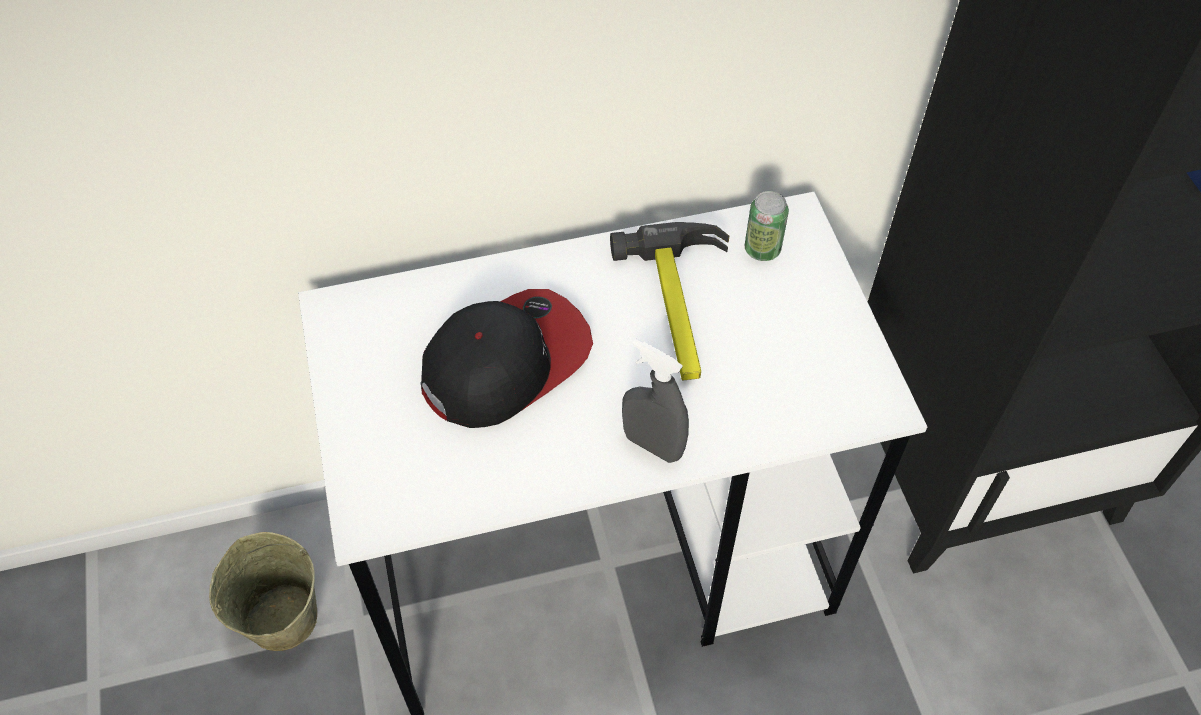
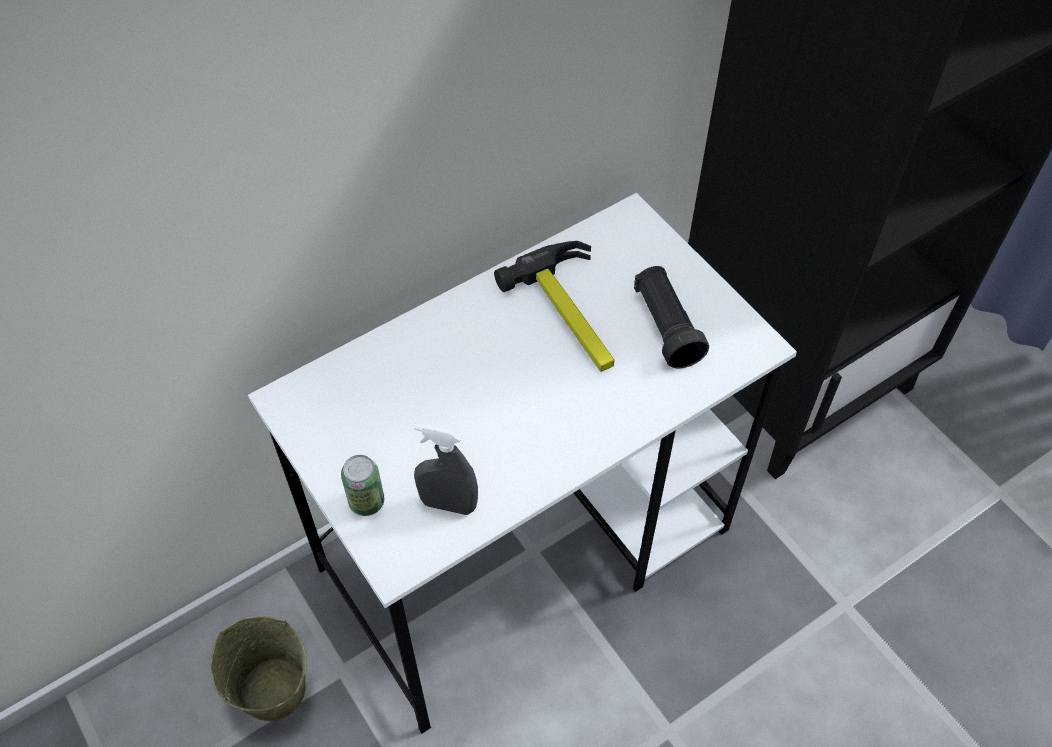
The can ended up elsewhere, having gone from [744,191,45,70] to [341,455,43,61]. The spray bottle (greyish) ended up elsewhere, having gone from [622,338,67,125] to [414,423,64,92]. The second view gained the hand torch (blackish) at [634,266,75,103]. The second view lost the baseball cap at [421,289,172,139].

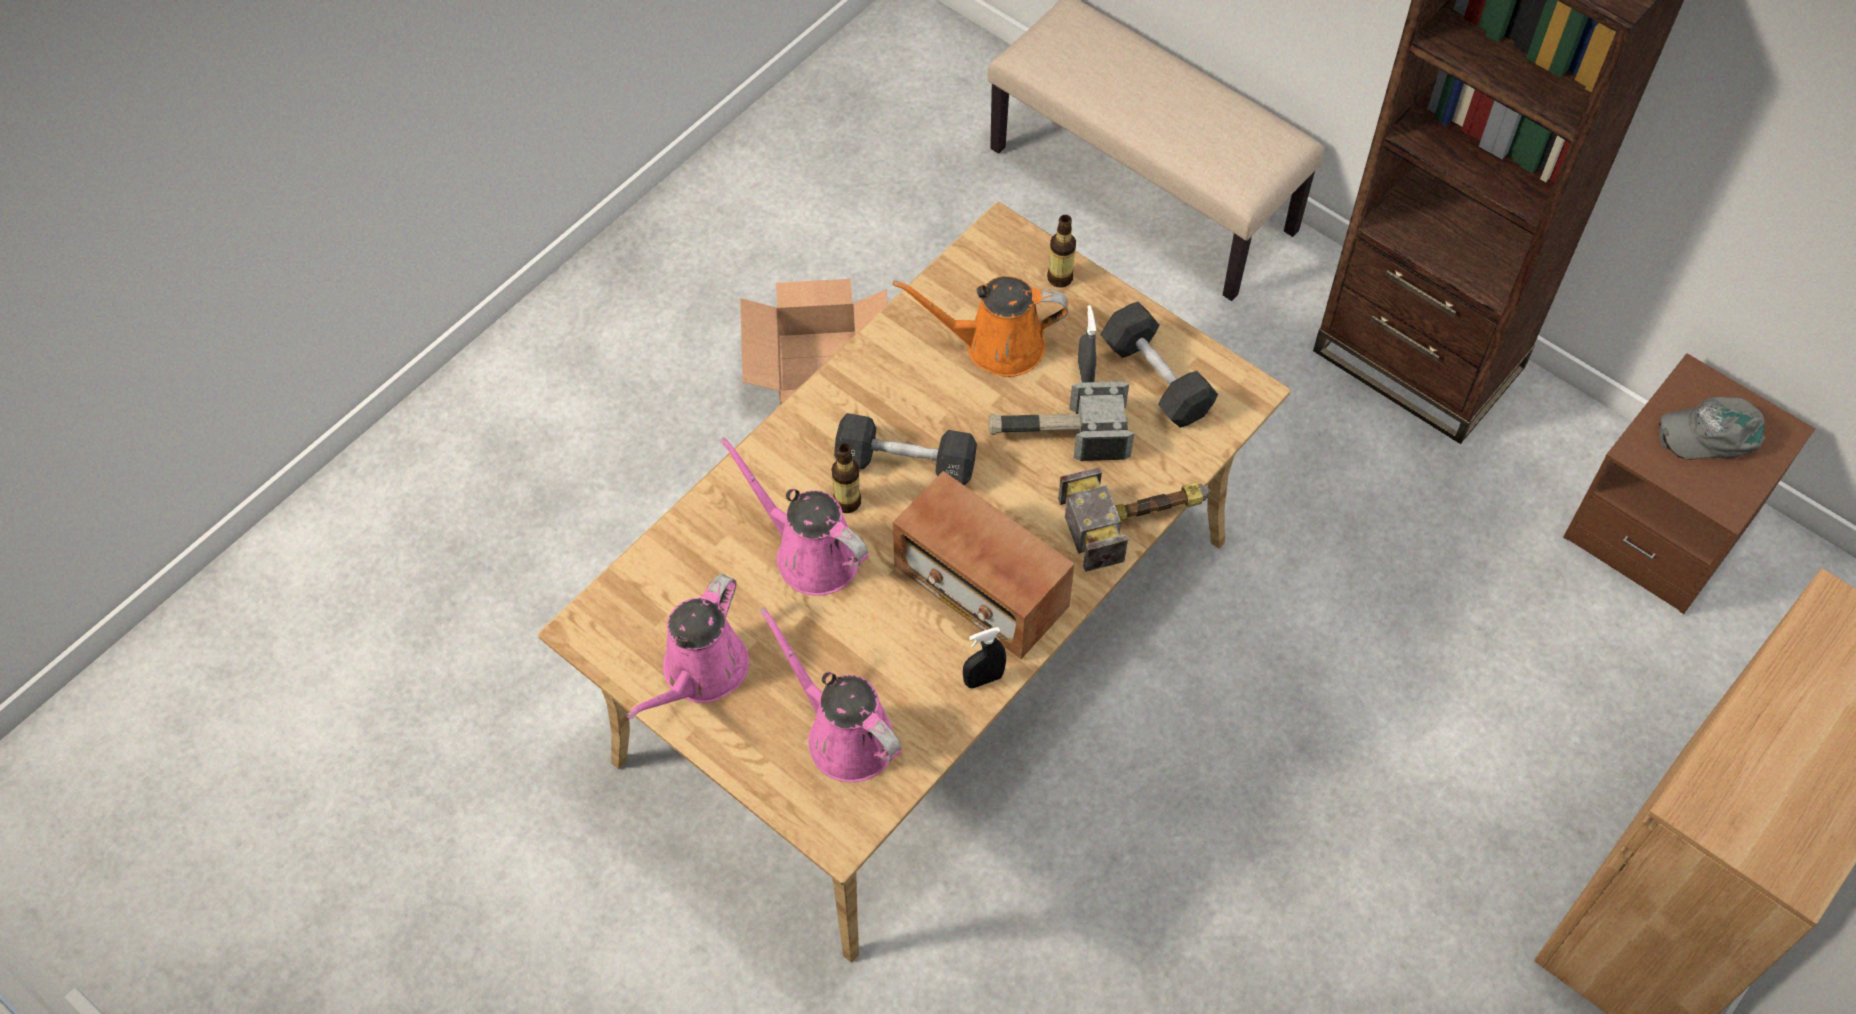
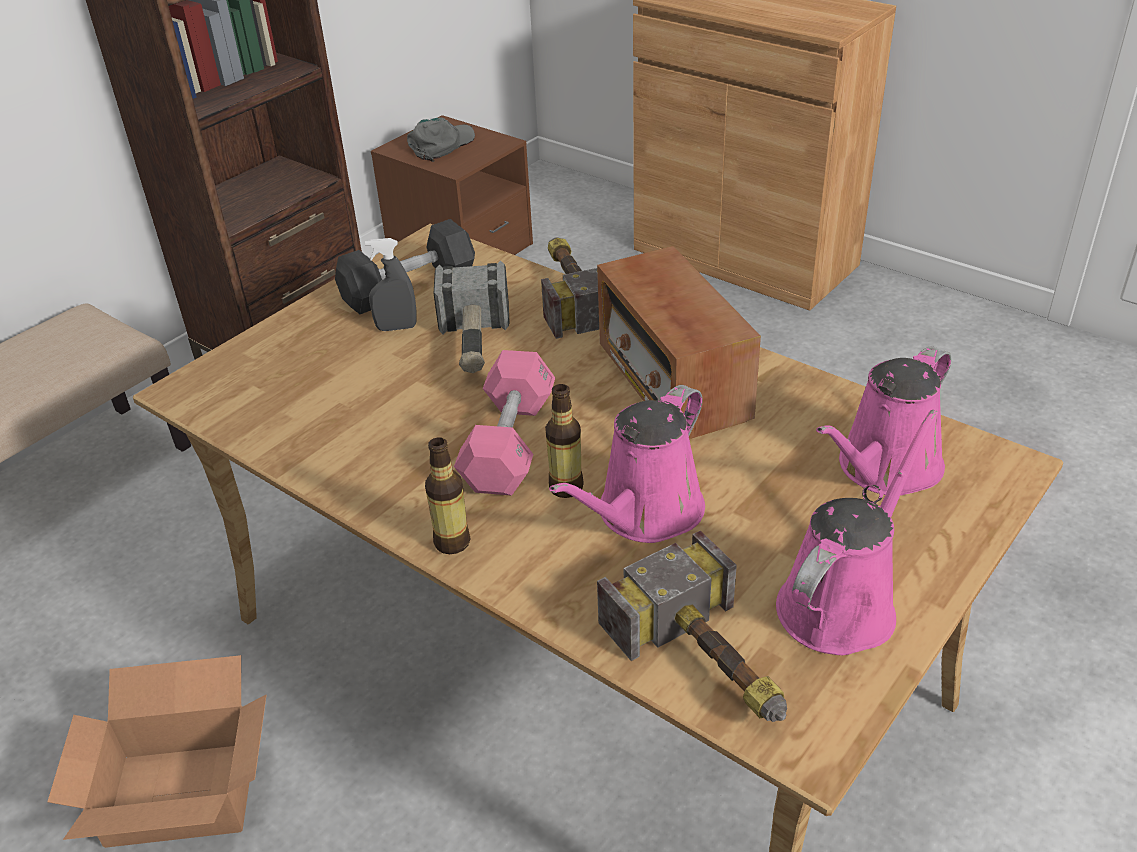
The baseball cap (greyish) at [1659,397,106,63] ended up facing another way, 135 degrees counterclockwise from before. The bottle ended up elsewhere, having gone from [1047,215,29,73] to [425,437,45,117]. What was the free weight (blackish) at [834,413,143,73] turned into the free weight (pinkish) at [454,350,101,146]. The radio receiver at [893,471,181,188] ended up facing another way, 120 degrees clockwise from before. The second view gained the hand hammer at [597,531,190,191]. The sprinkling can (pinkish) at [627,574,122,145] ended up facing another way, 75 degrees counterclockwise from before. The second view lost the sprinkling can (orangey) at [893,276,175,101]. The second view lost the spray bottle (blackish) at [963,627,43,61].

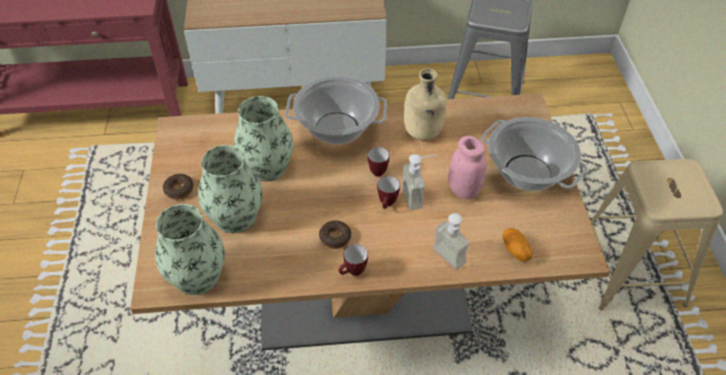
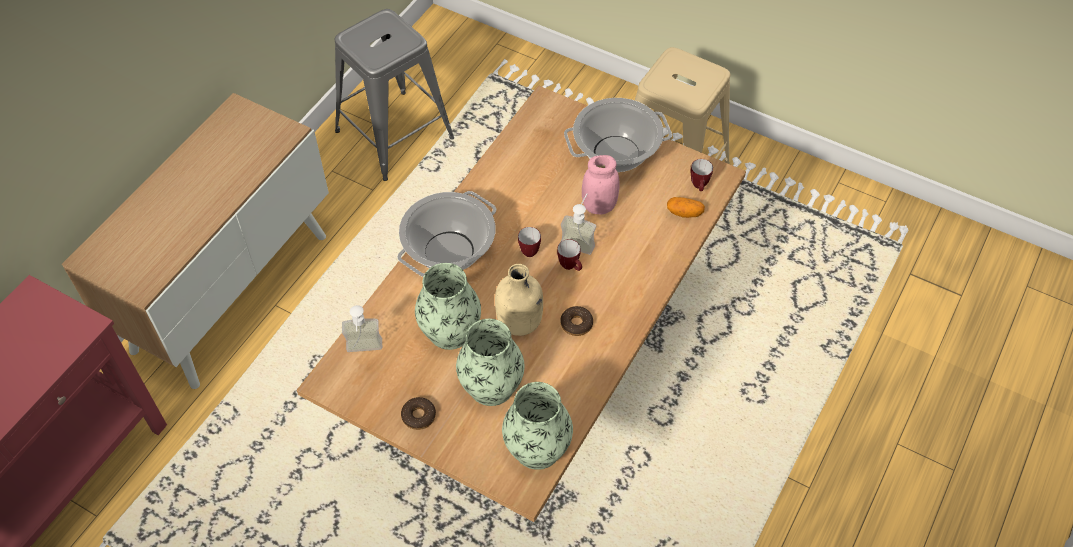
The soap dispenser ended up elsewhere, having gone from [433,213,37,57] to [342,305,40,47]. The bottle (beige) ended up elsewhere, having gone from [404,69,42,71] to [495,264,48,72]. The tea mug ended up elsewhere, having gone from [339,244,29,32] to [691,159,22,32].

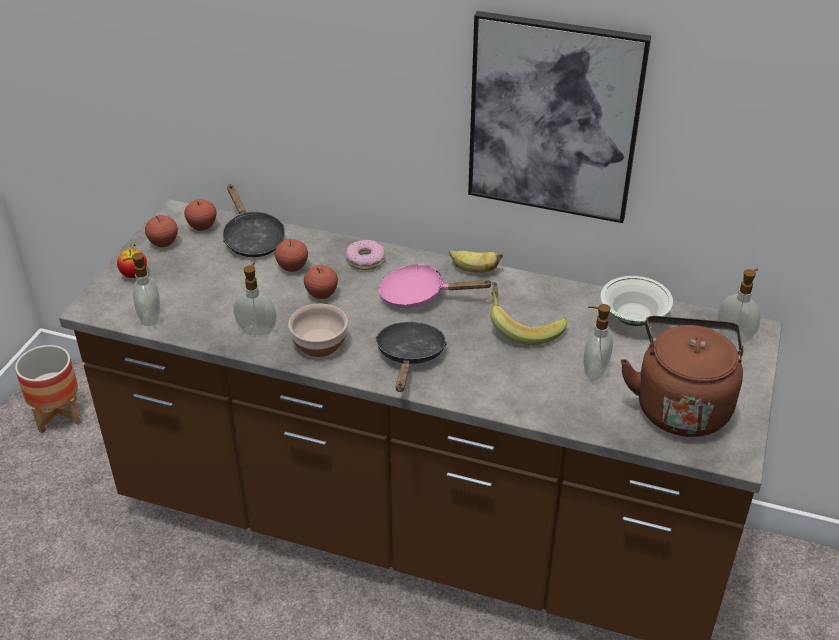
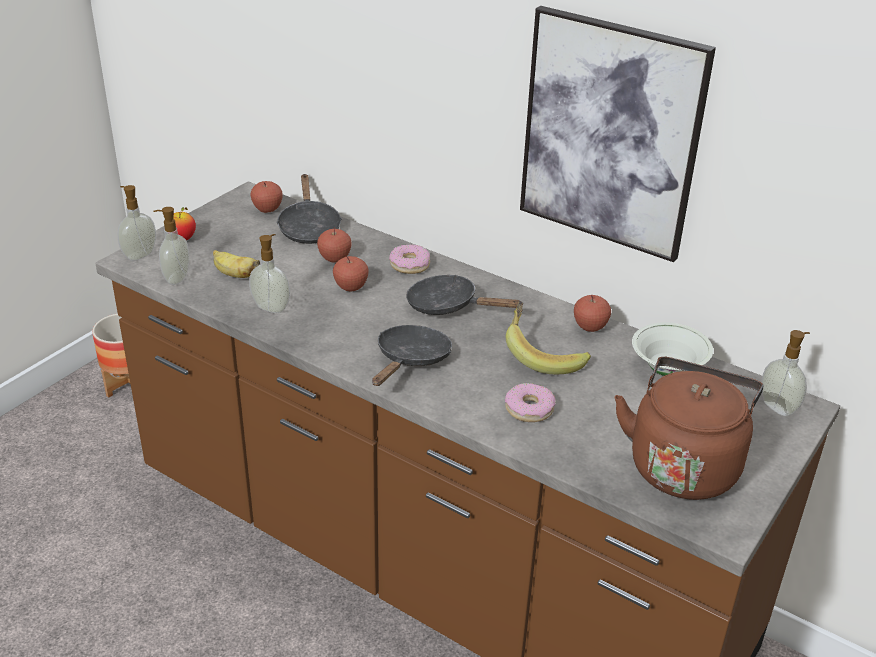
The soap dispenser ended up elsewhere, having gone from [583,304,30,76] to [117,185,39,76]. The banana fruit ended up elsewhere, having gone from [449,250,54,23] to [213,250,47,28]. What was the pan (pinkish) at [379,264,114,44] turned into the pan (blackish) at [406,275,114,40]. The second view gained the donut at [505,383,51,39]. The apple ended up elsewhere, having gone from [145,215,33,32] to [574,295,37,37]. The second view lost the serving bowl at [288,304,60,53].

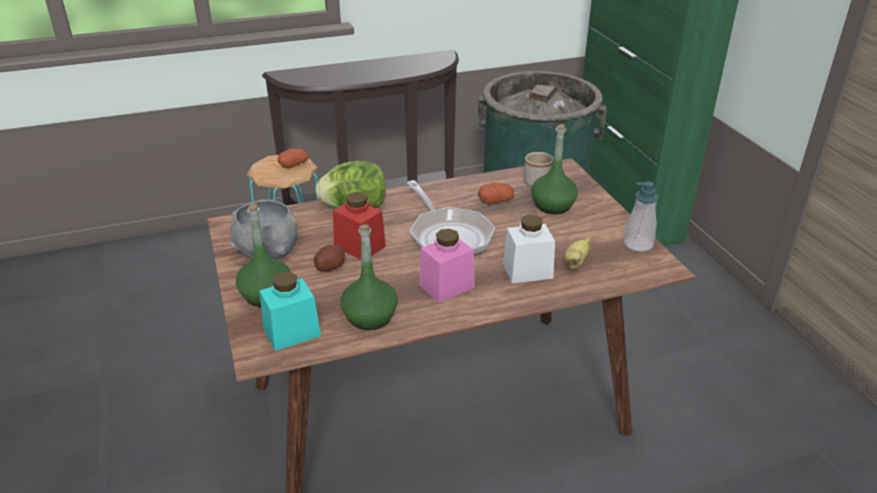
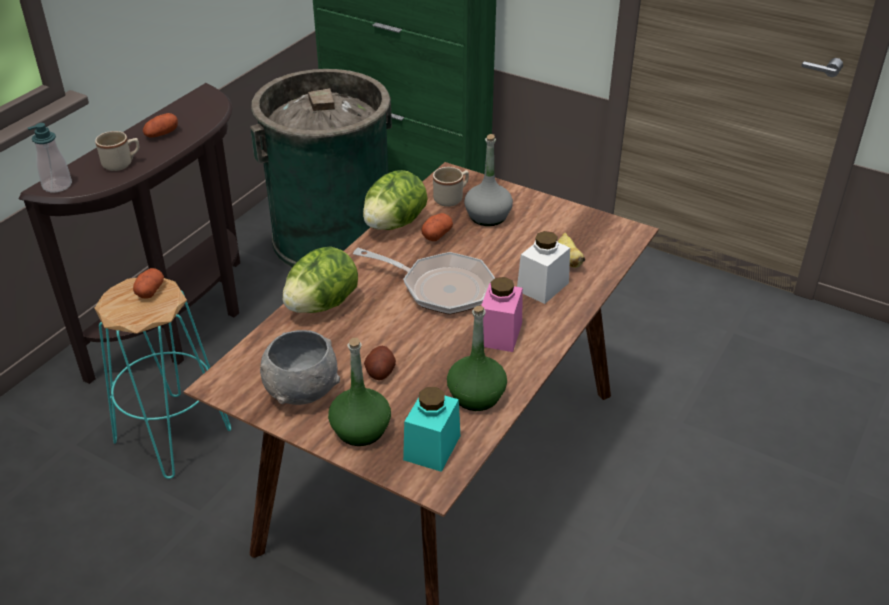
The soap dispenser ended up elsewhere, having gone from [624,181,35,71] to [28,123,44,69]. The second view gained the tea mug (beige) at [95,131,44,40]. The second view gained the whole potato at [143,113,35,25]. The second view gained the head of lettuce at [363,170,65,60]. What was the bottle (green) at [531,124,47,90] turned into the bottle (greyish) at [464,134,49,92]. The second view lost the preserve jar (red) at [333,192,53,68].

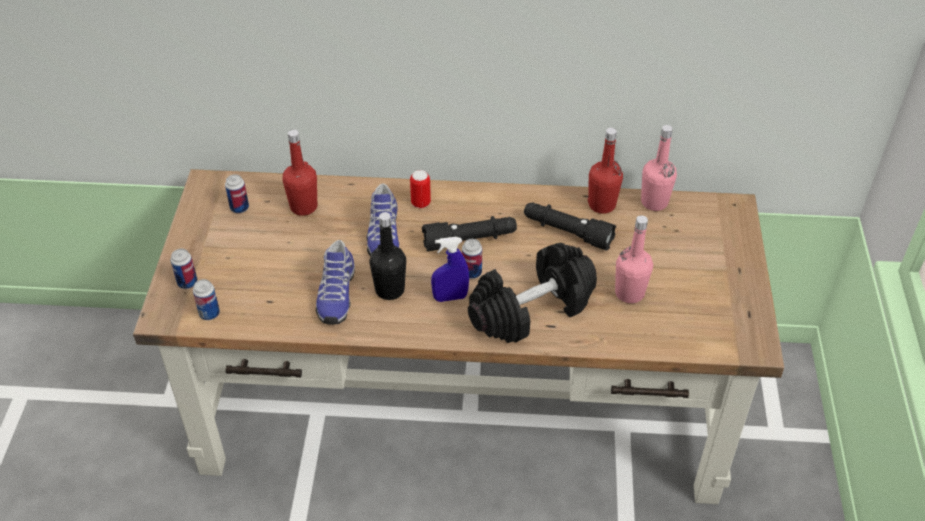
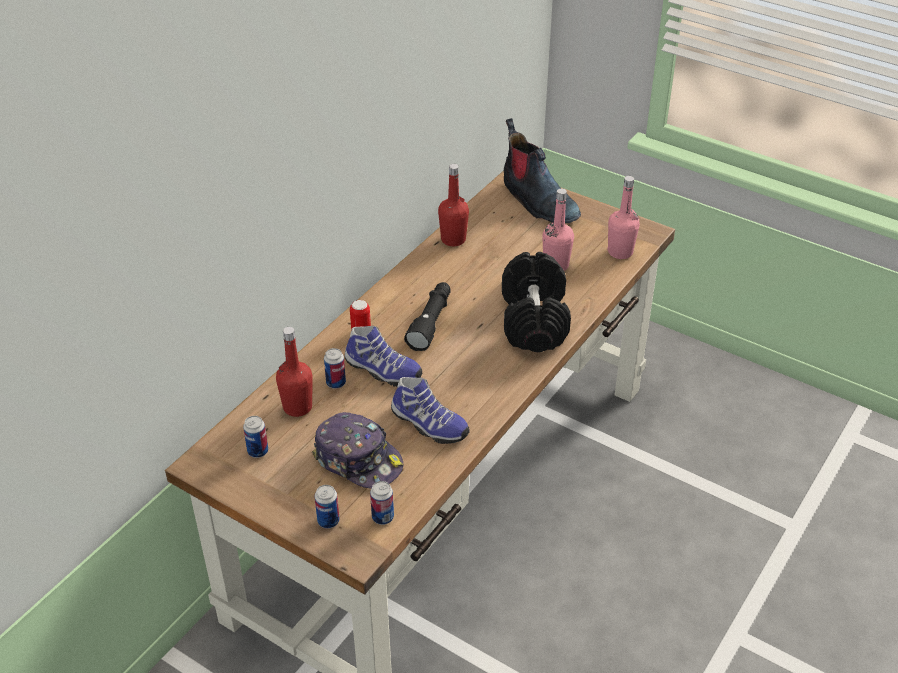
The second view gained the baseball cap at [312,412,91,76]. The can ended up elsewhere, having gone from [462,239,20,40] to [324,348,22,41]. The second view gained the high-top boot at [504,118,77,105]. The bottle (pinkish) ended up elsewhere, having gone from [641,125,36,86] to [607,176,33,83]. The second view lost the bottle (blackish) at [370,212,36,88]. The second view lost the spray bottle (bluish) at [431,237,38,65]. The second view lost the hand torch (blackish) at [524,202,92,48].

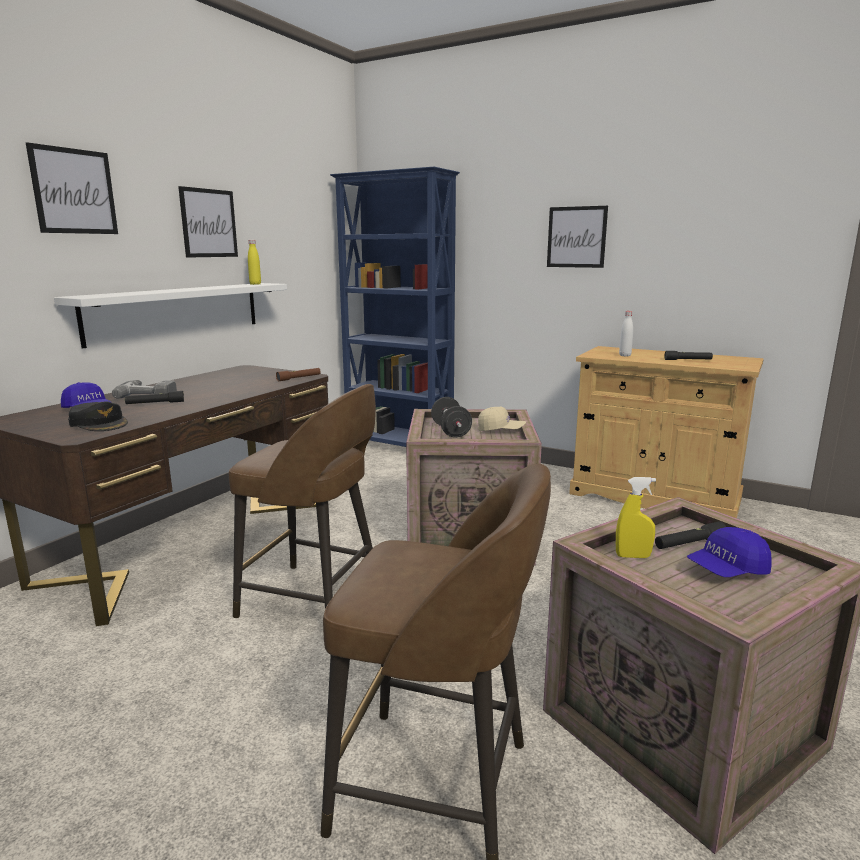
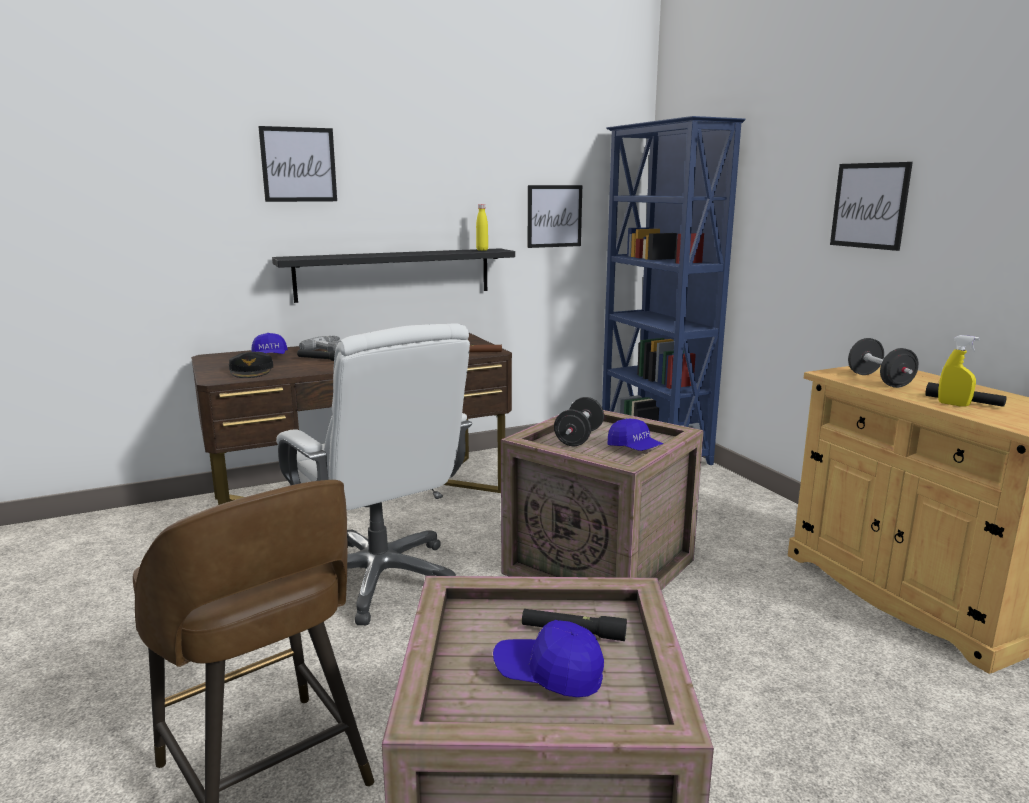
What was the shelf (white-coloured) at [54,283,233,65] turned into the shelf (blackish) at [272,248,243,55]. Where the stool (brownish) stood at [229,384,147,234], the computer chair (white-coloured) came to stand at [276,324,196,301]. The picture ended up elsewhere, having gone from [178,186,60,72] to [527,185,55,63]. What was the baseball cap (beige) at [478,407,48,24] turned into the baseball cap (bluish) at [608,419,56,32]. Where the bottle (white-coloured) stood at [619,311,14,45], the free weight (blackish) came to stand at [848,338,71,50]. The spray bottle (yellow) ended up elsewhere, having gone from [616,477,40,81] to [938,335,41,72].

